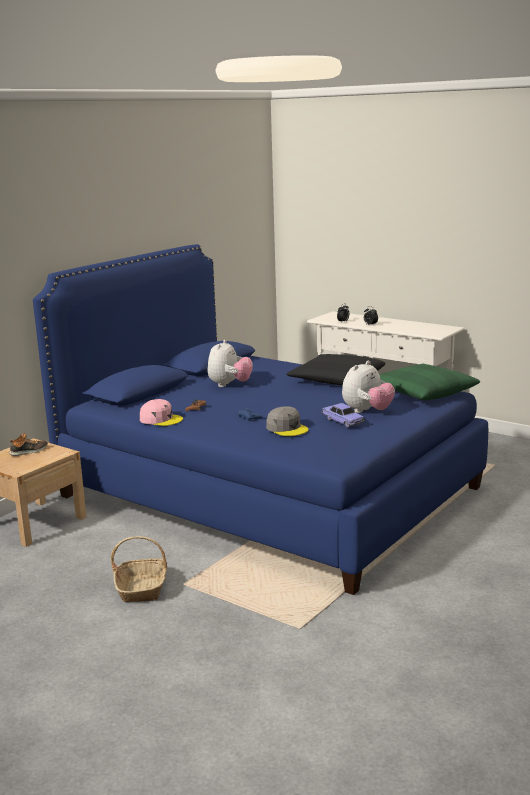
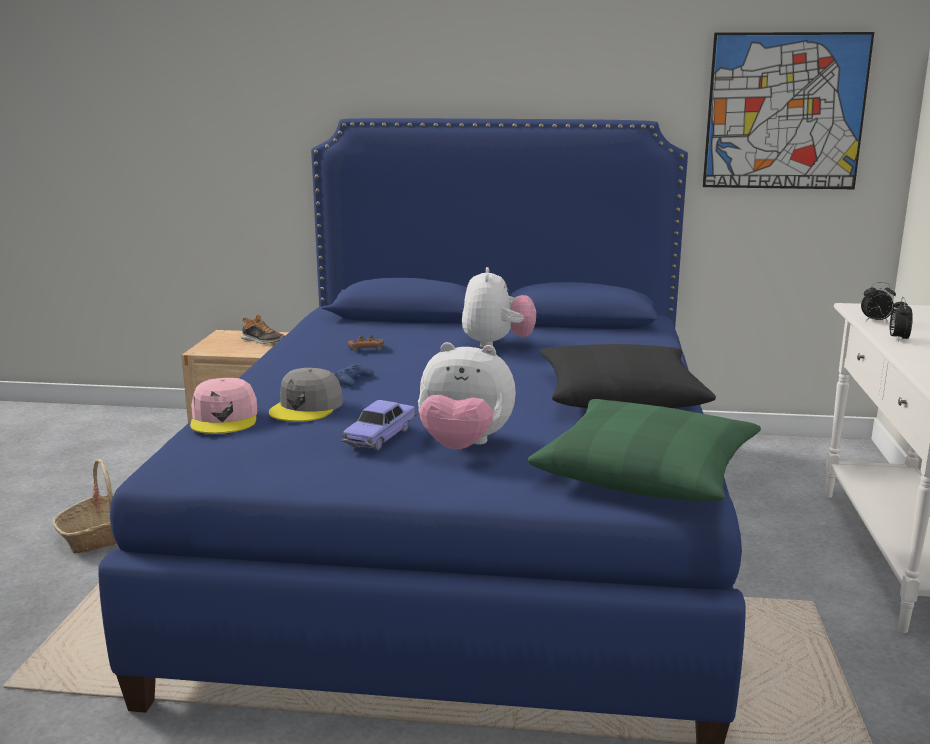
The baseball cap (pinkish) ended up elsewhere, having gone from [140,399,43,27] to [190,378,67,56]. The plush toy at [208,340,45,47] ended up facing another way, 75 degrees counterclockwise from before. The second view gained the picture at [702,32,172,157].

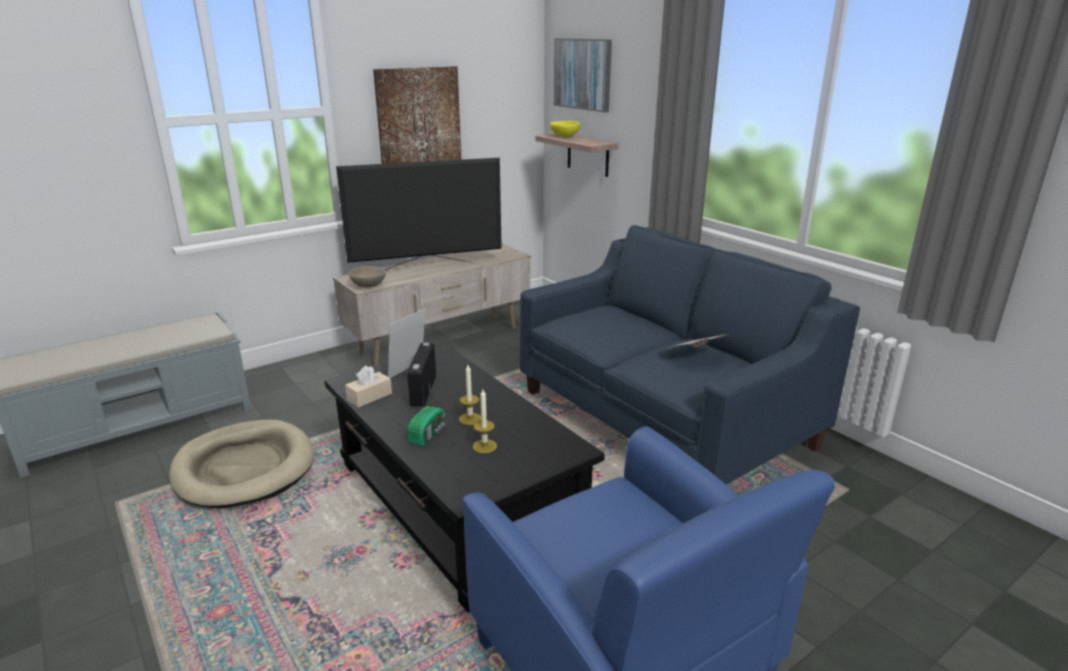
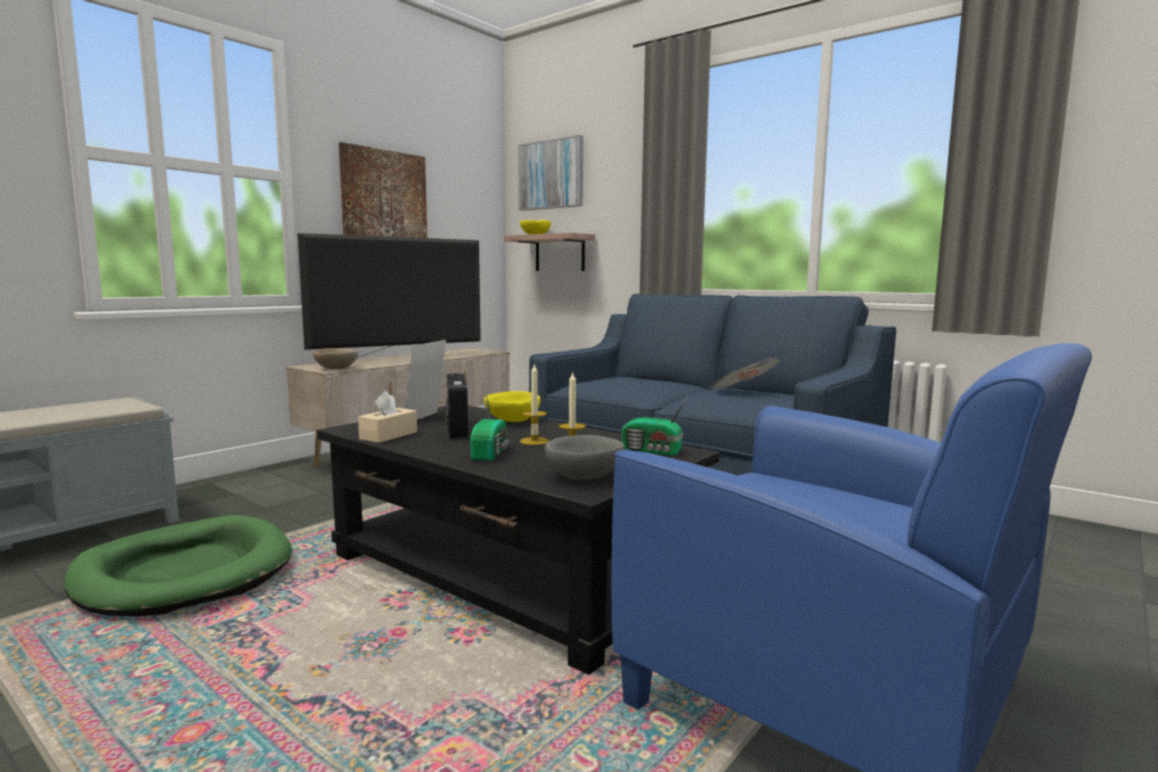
What was the pet bed (beige) at [169,420,145,88] turned into the pet bed (green) at [64,515,228,101]. The second view gained the serving bowl (yellow) at [484,391,56,31]. The second view gained the serving bowl (greyish) at [545,435,79,45]. The second view gained the radio receiver at [622,396,66,60].

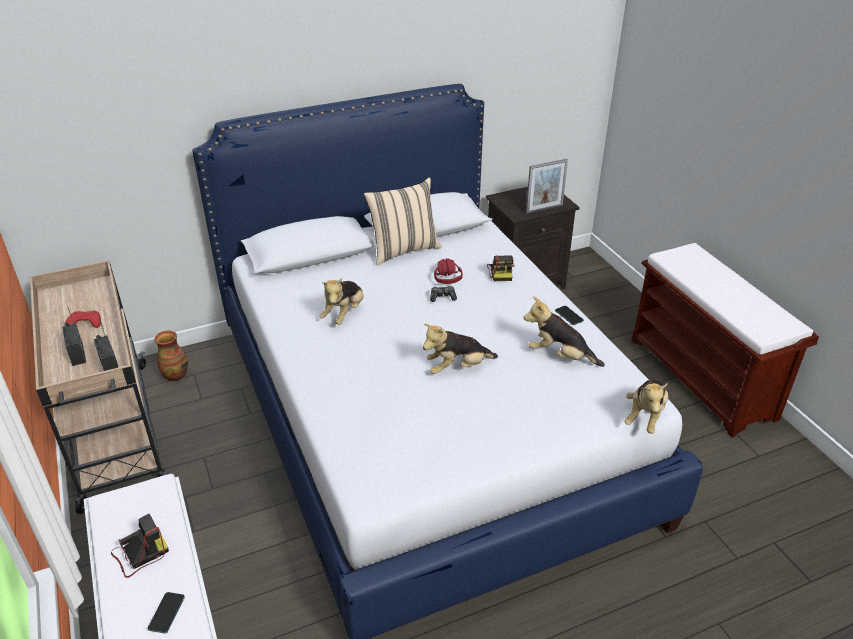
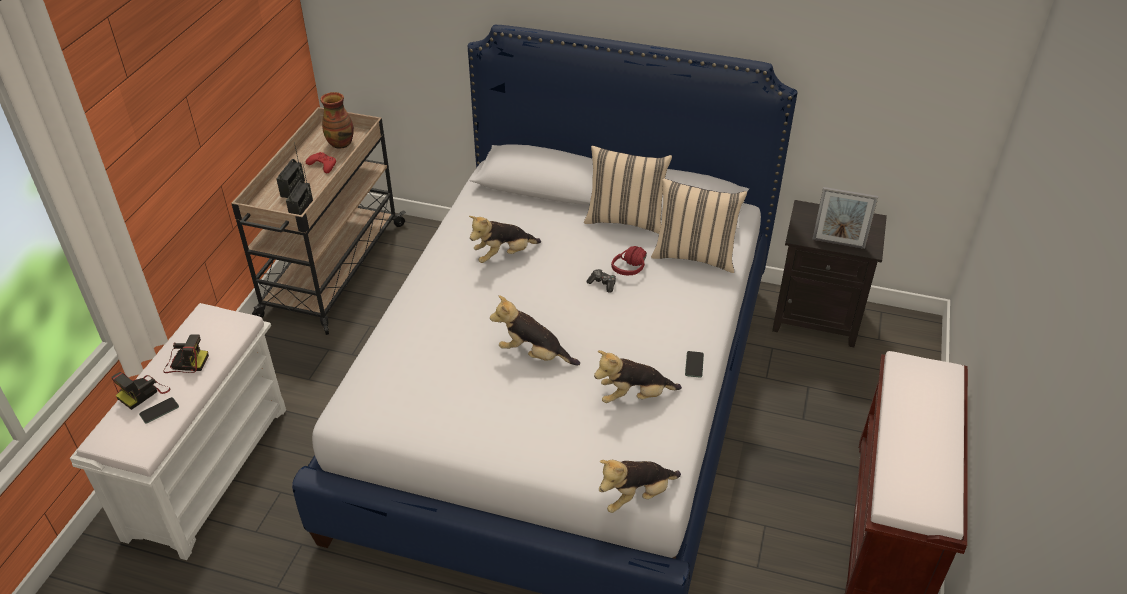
The still camera ended up elsewhere, having gone from [487,255,28,26] to [111,372,59,38]. The flower vase ended up elsewhere, having gone from [154,331,34,50] to [320,92,34,56]. The plush toy at [524,297,81,70] ended up facing another way, 75 degrees counterclockwise from before. The second view gained the throw pillow (beige) at [651,178,96,95].

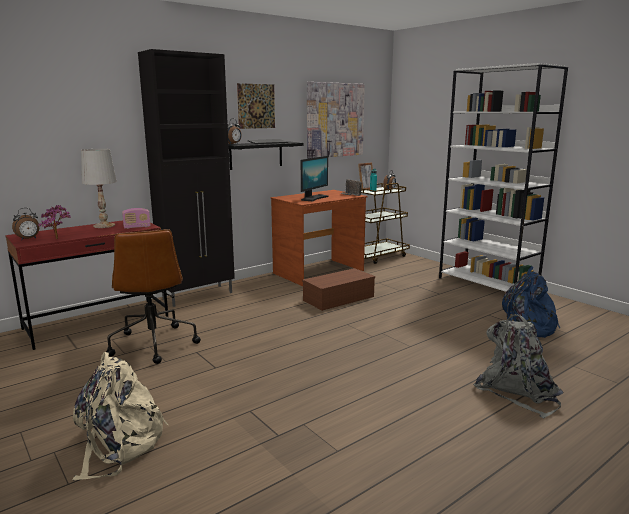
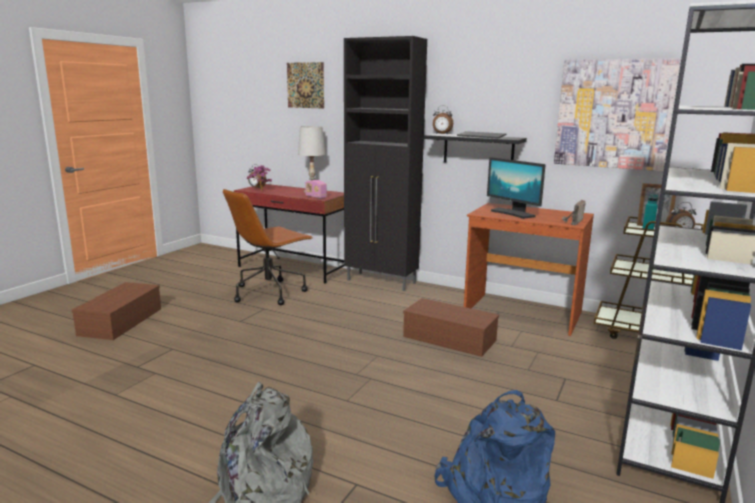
Where the backpack (beige) stood at [73,352,95,128], the storage container (brownish) came to stand at [72,282,89,58]. The picture ended up elsewhere, having gone from [237,83,38,46] to [287,62,37,47]. The computer display at [301,156,27,45] ended up facing another way, 45 degrees clockwise from before.

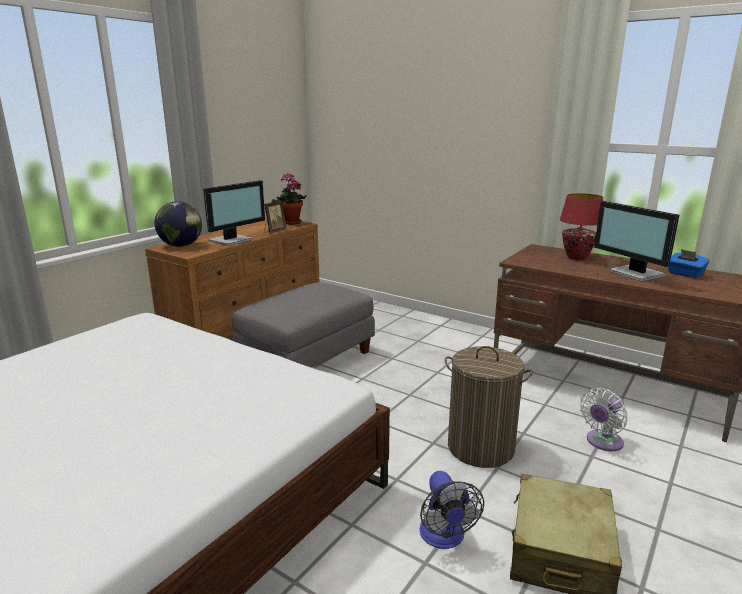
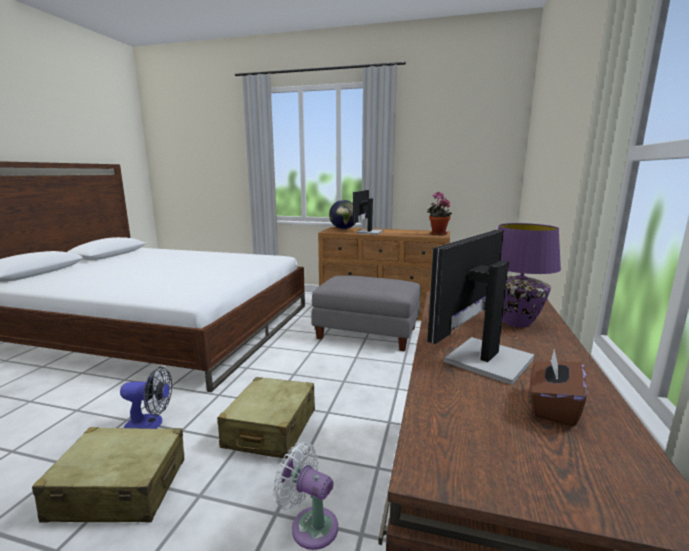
The electric fan at [420,471,64,78] ended up facing another way, 150 degrees counterclockwise from before. Where the laundry basket stood at [445,346,88,122], the travel case (beige) came to stand at [217,377,98,82]. The computer display at [203,180,62,66] ended up facing another way, 90 degrees clockwise from before. What was the tabletop lamp (red) at [560,193,43,67] turned into the tabletop lamp (purplish) at [498,223,63,104]. What was the tissue holder (bluish) at [668,249,42,29] turned into the tissue holder (brownish) at [529,349,58,78]. The second view lost the photo frame at [264,199,23,34].

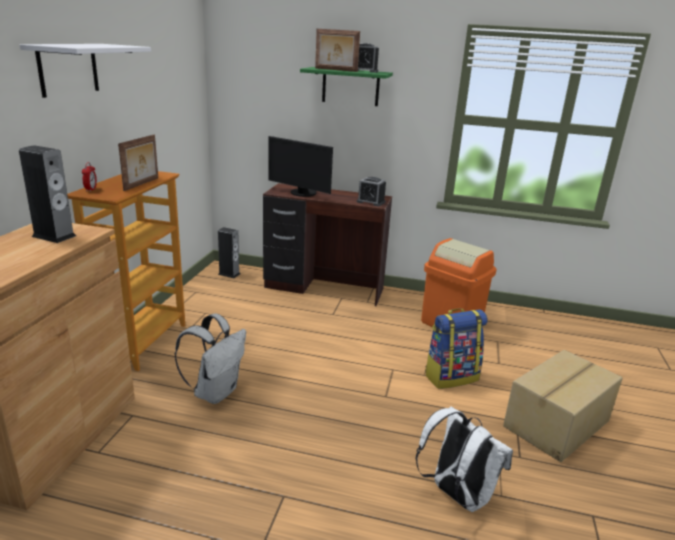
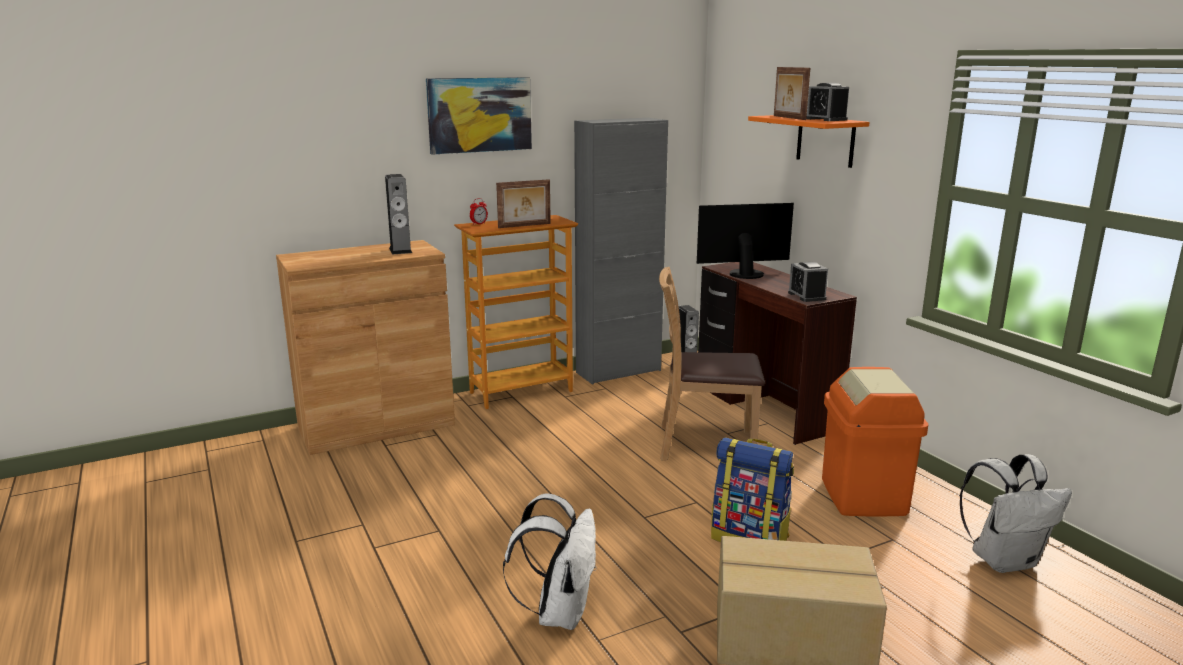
Where the shelf (white-coloured) hung at [20,44,131,54], the picture came to hang at [426,77,106,78]. The second view gained the cupboard (greyish) at [574,118,94,266]. The second view gained the upright chair (brownish) at [659,267,106,194]. The computer display at [268,136,65,61] ended up facing another way, 90 degrees clockwise from before. What was the shelf (green) at [300,67,93,39] turned into the shelf (orangey) at [748,115,122,53]. The backpack (white-coloured) ended up elsewhere, having gone from [175,313,71,91] to [960,454,112,119].

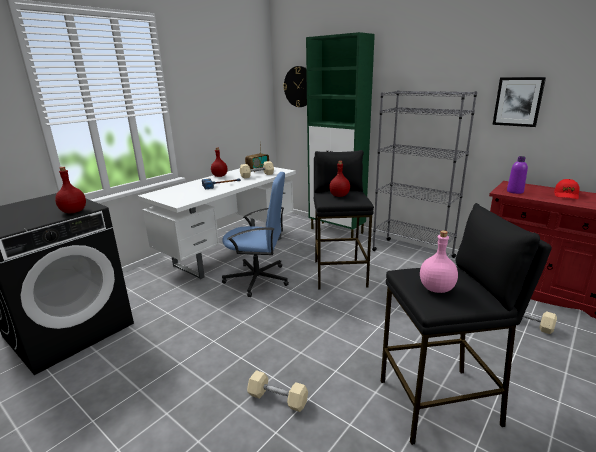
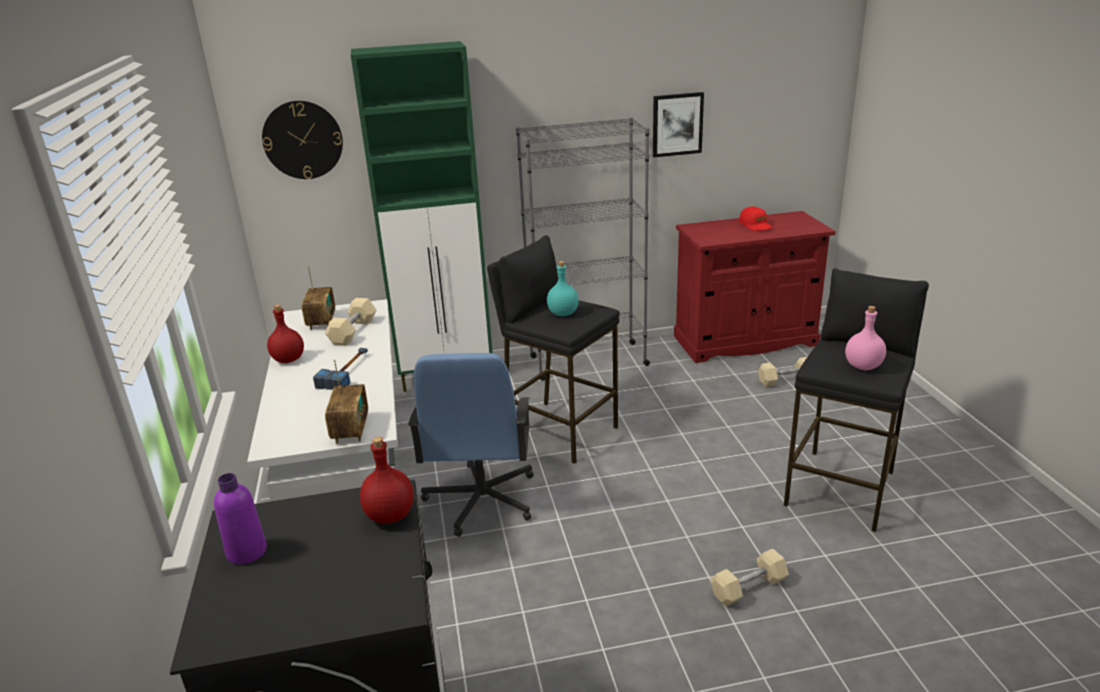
The bottle (purplish) ended up elsewhere, having gone from [507,156,21,38] to [214,473,53,91]. The second view gained the radio receiver at [325,360,43,84]. The computer chair (bluish) at [222,172,67,125] ended up facing another way, 135 degrees clockwise from before. What was the bottle (red) at [329,161,21,36] turned into the bottle (blue-green) at [547,261,32,55].

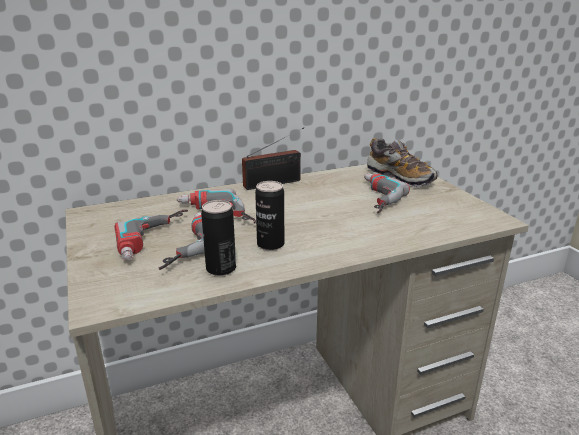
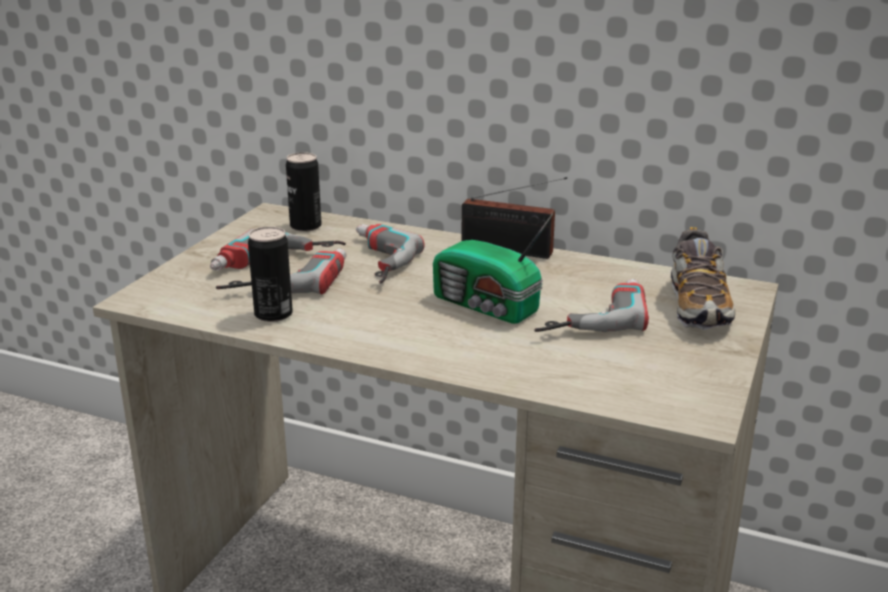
The can ended up elsewhere, having gone from [255,181,29,69] to [286,152,36,80]. The second view gained the radio receiver at [433,213,120,111].

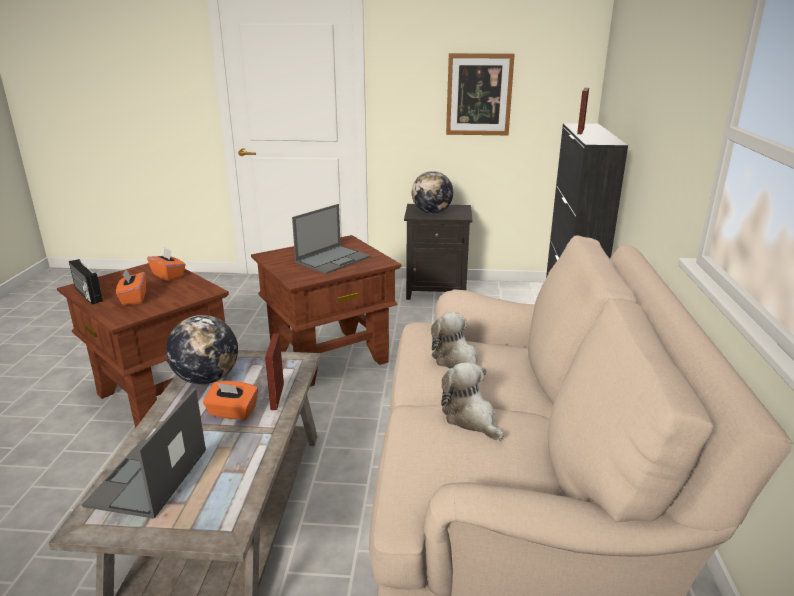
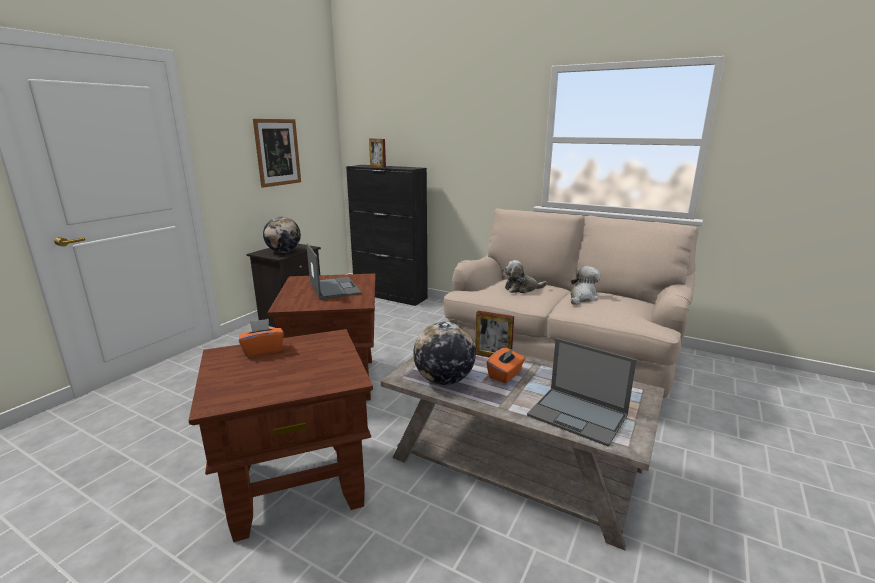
The plush toy at [441,362,63,78] ended up facing another way, 135 degrees clockwise from before. The second view lost the radio receiver at [69,259,34,45]. The second view lost the tissue holder (orangey) at [116,269,30,36].

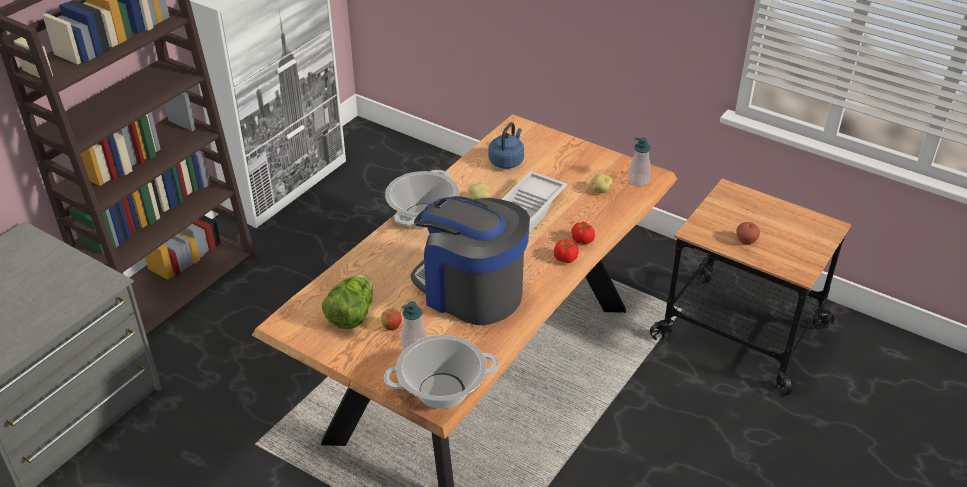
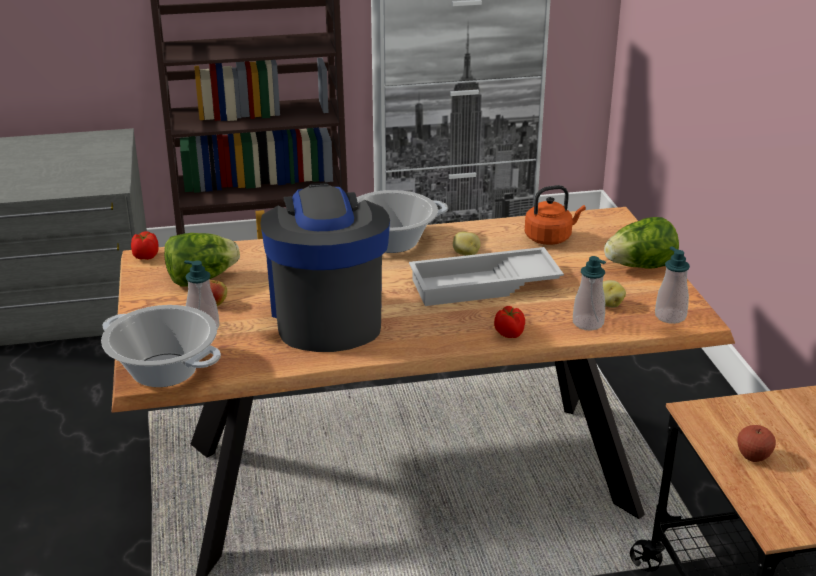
The tomato ended up elsewhere, having gone from [554,239,25,24] to [131,231,28,29]. What was the water kettle (bluish) at [489,122,35,47] turned into the water kettle (orangey) at [525,185,61,60]. The second view gained the soap dispenser at [573,256,33,74]. The second view gained the head of lettuce at [604,217,75,52].

